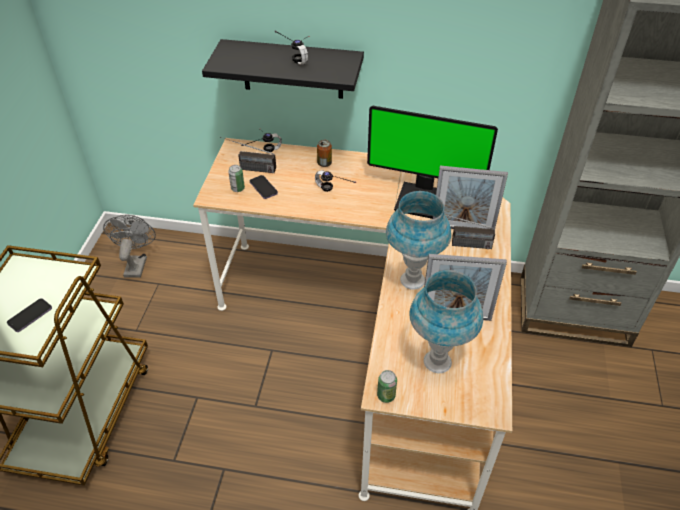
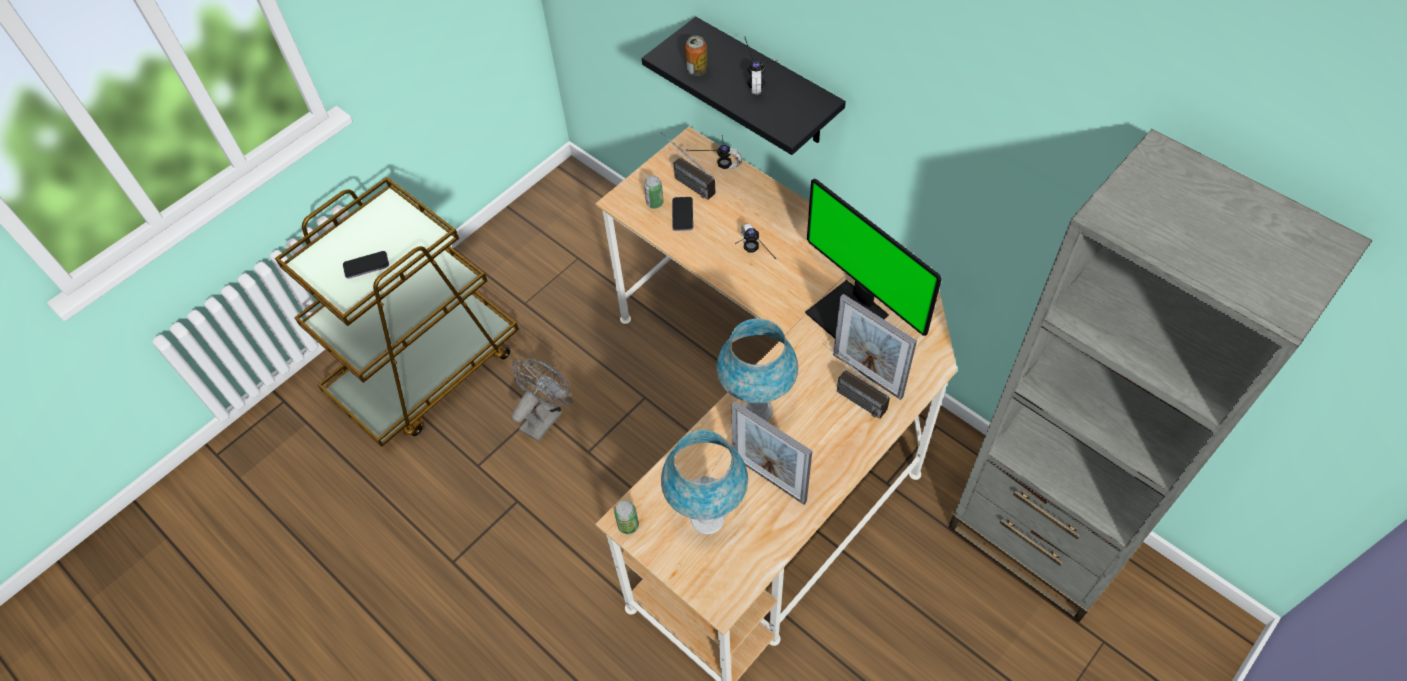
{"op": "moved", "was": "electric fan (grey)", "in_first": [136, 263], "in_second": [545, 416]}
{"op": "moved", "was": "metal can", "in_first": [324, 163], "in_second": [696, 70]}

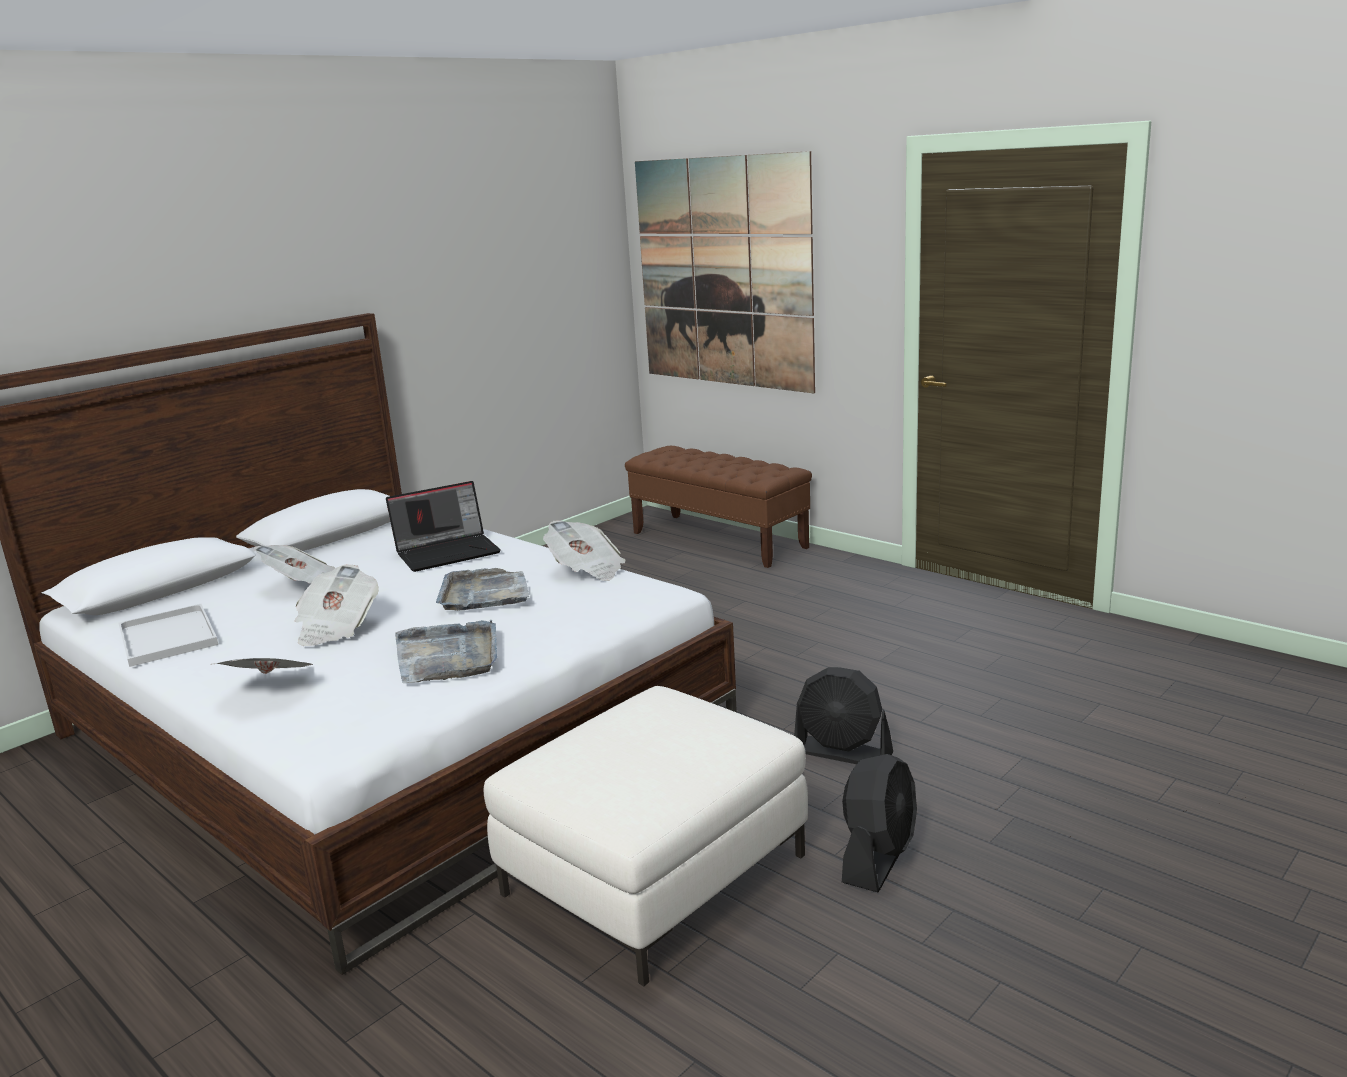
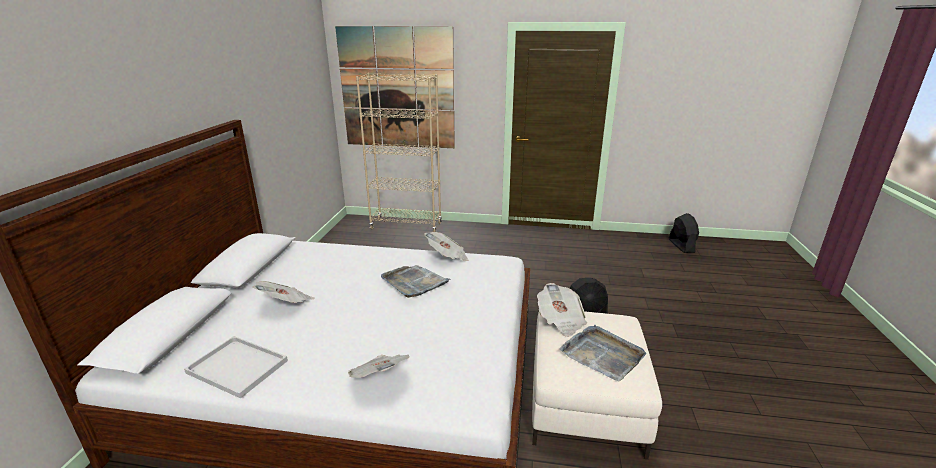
{"op": "removed", "was": "notebook computer", "in_first": [448, 552]}
{"op": "moved", "was": "daily paper", "in_first": [336, 628], "in_second": [560, 321]}
{"op": "moved", "was": "serving tray (grey)", "in_first": [448, 656], "in_second": [602, 354]}
{"op": "moved", "was": "electric fan (blackish)", "in_first": [878, 857], "in_second": [681, 245]}
{"op": "replaced", "was": "bench (brownish)", "now": "shelving unit (beige)", "in_first": [719, 540], "in_second": [406, 226]}

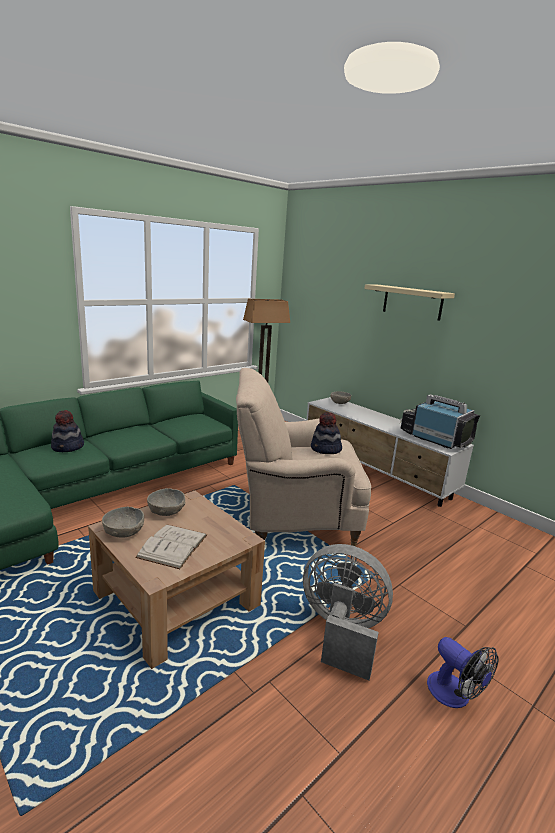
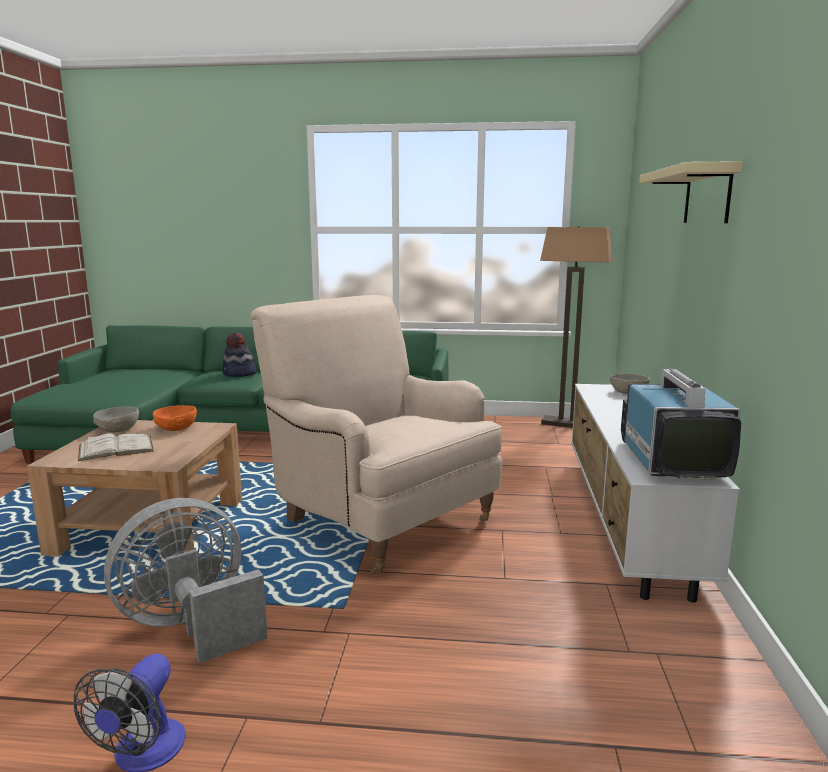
{"op": "removed", "was": "hat", "in_first": [325, 449]}
{"op": "recoloured", "was": "bowl (grey)", "now": "bowl (orange)", "in_first": [166, 511], "in_second": [175, 428]}
{"op": "turned", "was": "electric fan (grey)", "in_first": [341, 632], "in_second": [191, 626], "clockwise": -105}

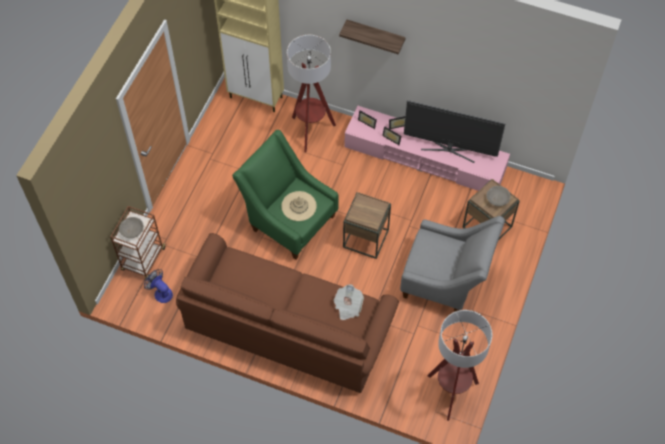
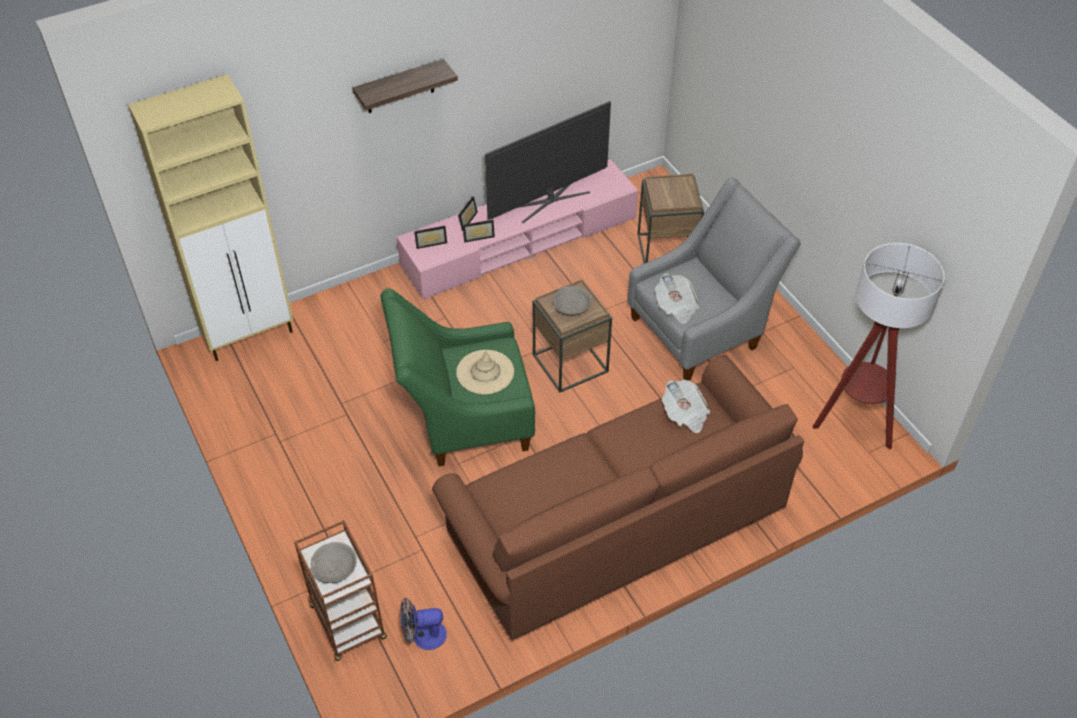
{"op": "removed", "was": "standard lamp", "in_first": [311, 131]}
{"op": "added", "now": "daily paper", "in_second": [676, 307]}
{"op": "moved", "was": "bowl (grey)", "in_first": [497, 199], "in_second": [571, 307]}

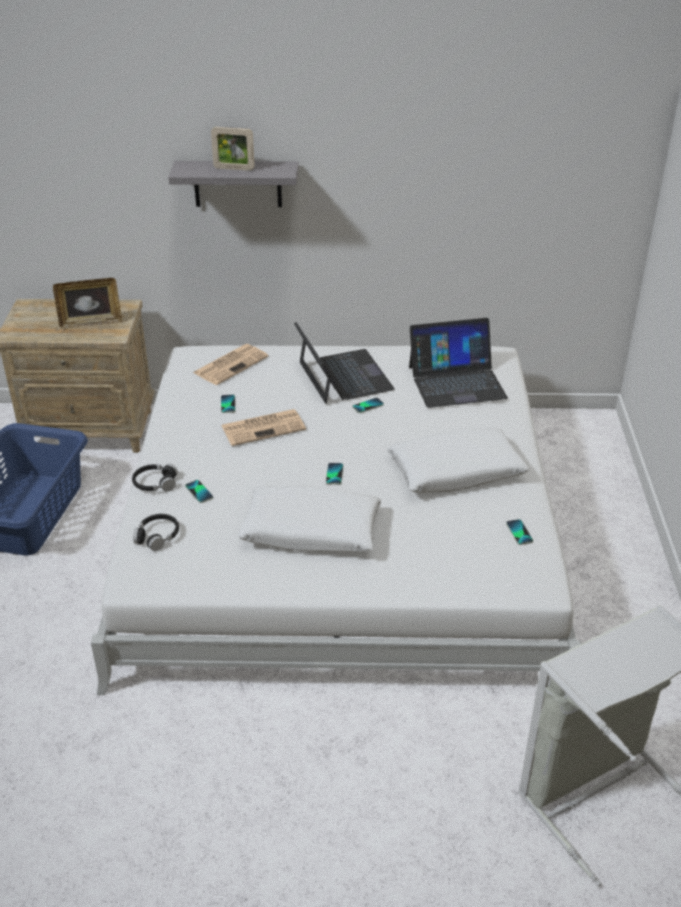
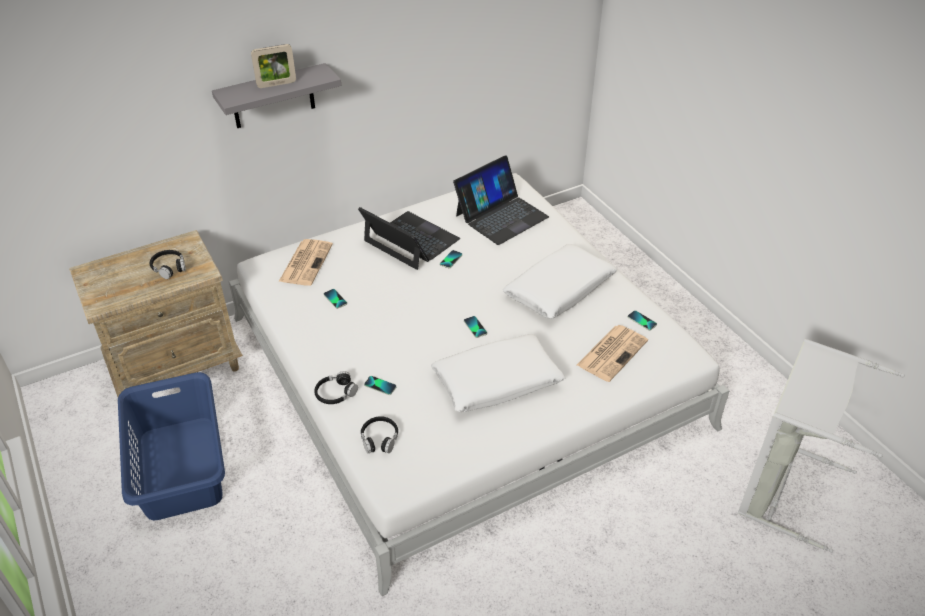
{"op": "moved", "was": "daily paper", "in_first": [264, 427], "in_second": [612, 352]}
{"op": "replaced", "was": "photo frame", "now": "headset (blackish)", "in_first": [91, 323], "in_second": [169, 267]}

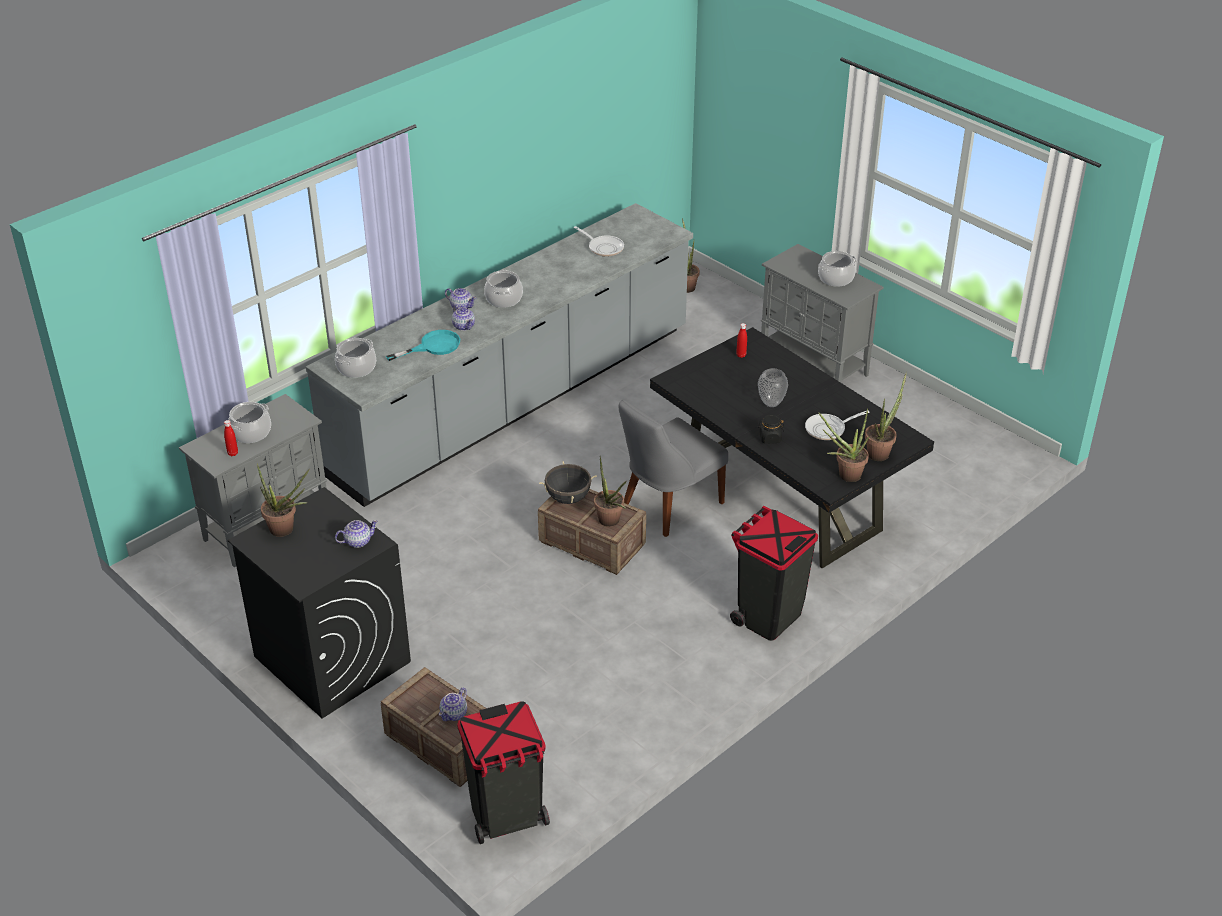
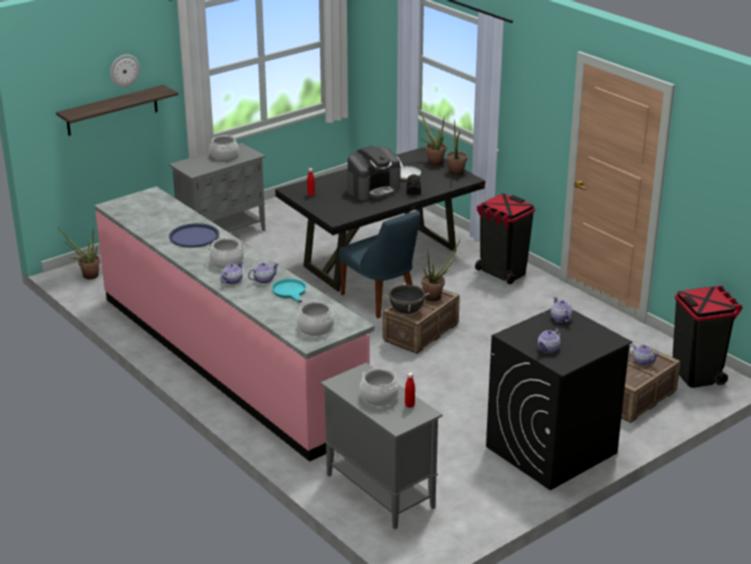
{"op": "removed", "was": "frying pan", "in_first": [603, 247]}
{"op": "added", "now": "bracket shelf", "in_second": [112, 110]}
{"op": "added", "now": "clock on the wall", "in_second": [124, 70]}
{"op": "added", "now": "serving tray (bluish)", "in_second": [194, 236]}
{"op": "replaced", "was": "houseplant", "now": "tea pot", "in_first": [286, 530], "in_second": [548, 349]}
{"op": "replaced", "was": "vase", "now": "coffee brewer", "in_first": [772, 403], "in_second": [373, 189]}
{"op": "recoloured", "was": "kitchen counter (grey)", "now": "kitchen counter (pinkish)", "in_first": [515, 402], "in_second": [228, 360]}
{"op": "recoloured", "was": "plain chair (grey)", "now": "plain chair (bluish)", "in_first": [668, 505], "in_second": [381, 300]}

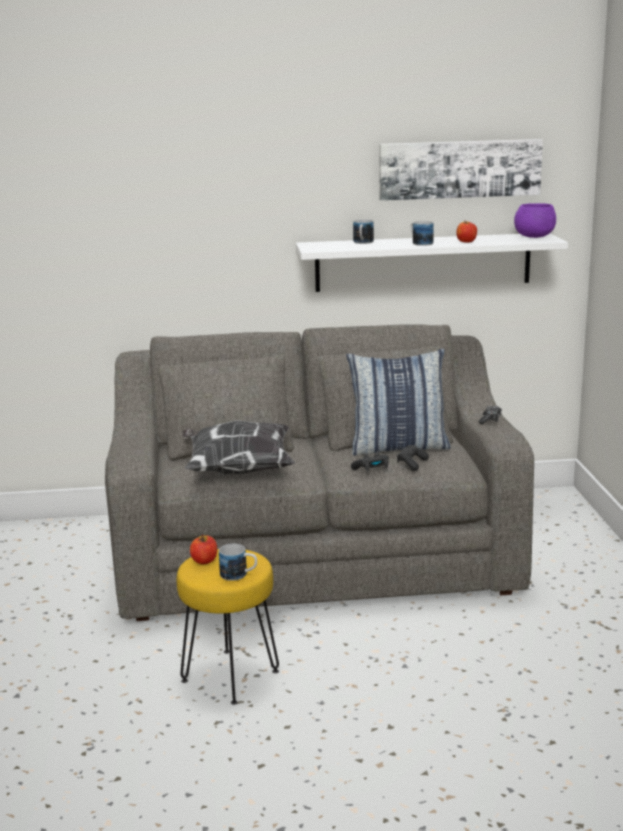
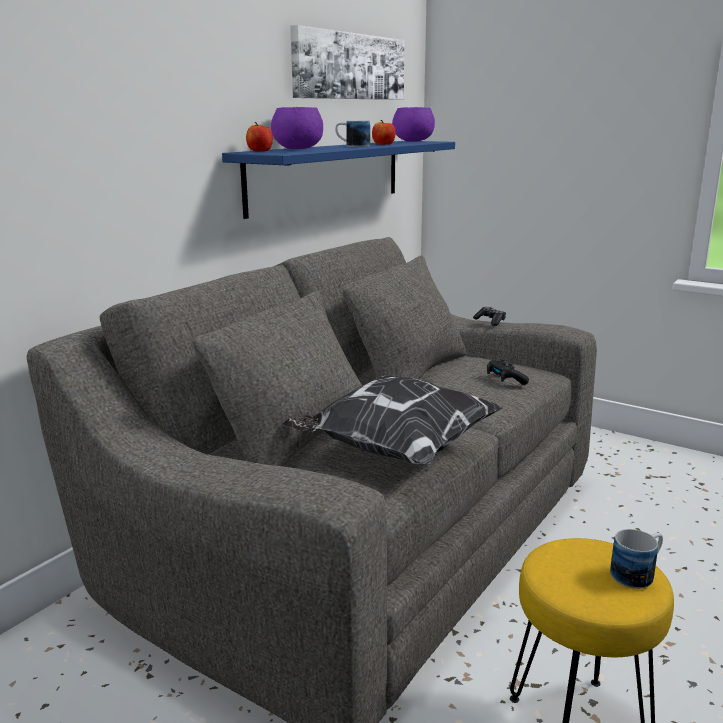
{"op": "removed", "was": "cushion", "in_first": [398, 447]}
{"op": "removed", "was": "gamepad (blackish)", "in_first": [372, 469]}
{"op": "moved", "was": "apple", "in_first": [204, 561], "in_second": [260, 151]}
{"op": "replaced", "was": "mug", "now": "bowl (purple-coloured)", "in_first": [362, 243], "in_second": [298, 149]}
{"op": "recoloured", "was": "bracket shelf (white)", "now": "bracket shelf (bluish)", "in_first": [423, 262], "in_second": [327, 175]}

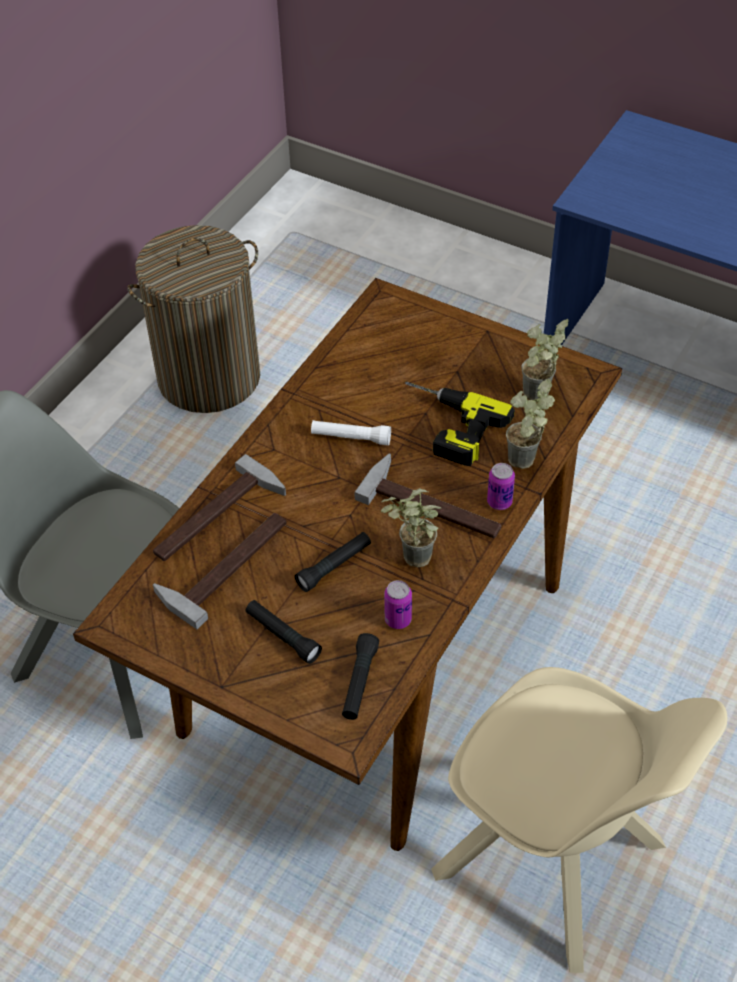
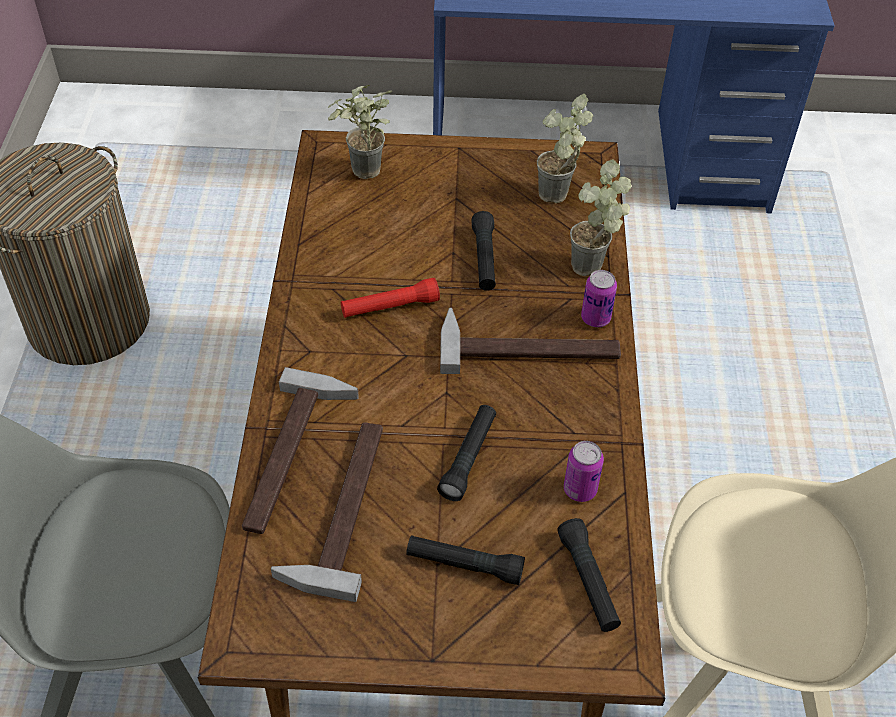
{"op": "moved", "was": "houseplant", "in_first": [410, 561], "in_second": [361, 175]}
{"op": "replaced", "was": "power drill", "now": "flashlight (blackish)", "in_first": [445, 426], "in_second": [484, 259]}
{"op": "recoloured", "was": "flashlight (white)", "now": "flashlight (red-coloured)", "in_first": [351, 438], "in_second": [390, 307]}

